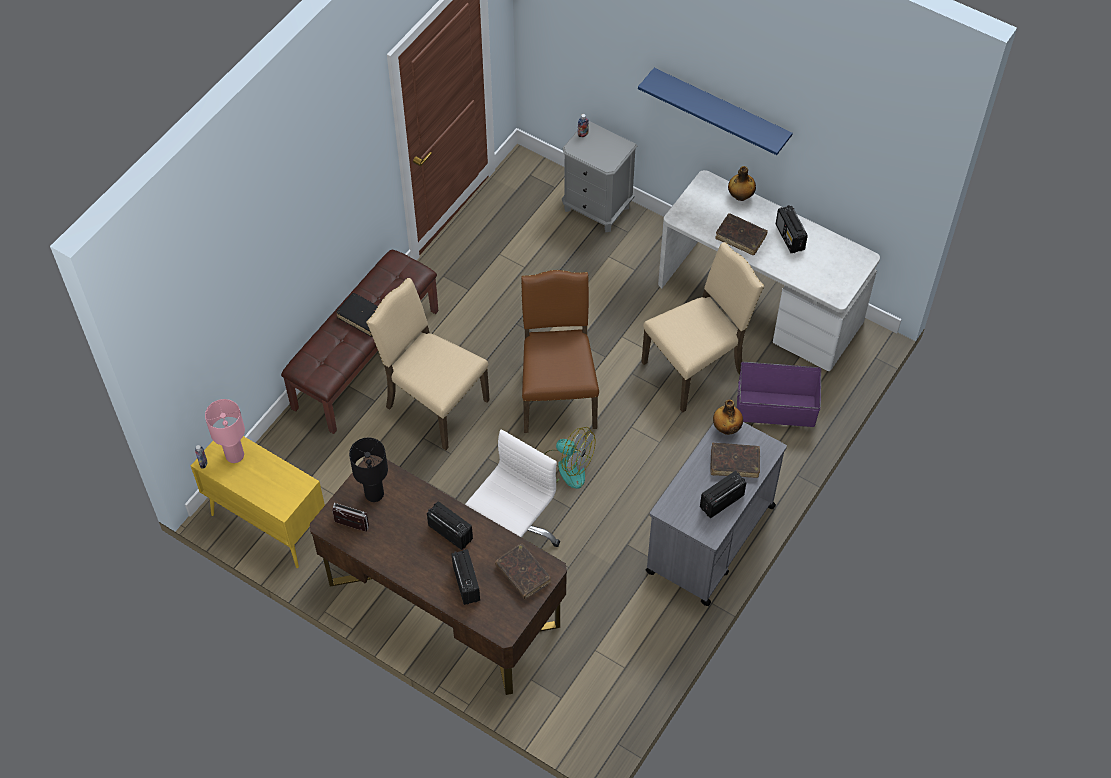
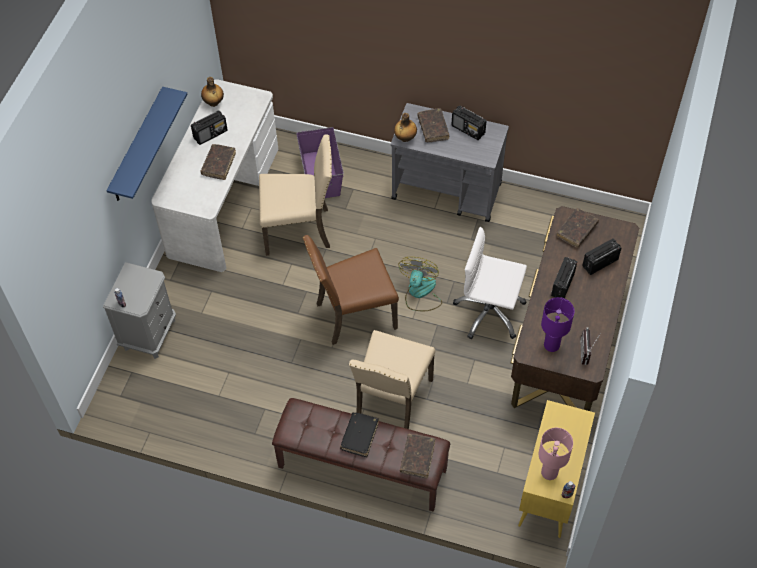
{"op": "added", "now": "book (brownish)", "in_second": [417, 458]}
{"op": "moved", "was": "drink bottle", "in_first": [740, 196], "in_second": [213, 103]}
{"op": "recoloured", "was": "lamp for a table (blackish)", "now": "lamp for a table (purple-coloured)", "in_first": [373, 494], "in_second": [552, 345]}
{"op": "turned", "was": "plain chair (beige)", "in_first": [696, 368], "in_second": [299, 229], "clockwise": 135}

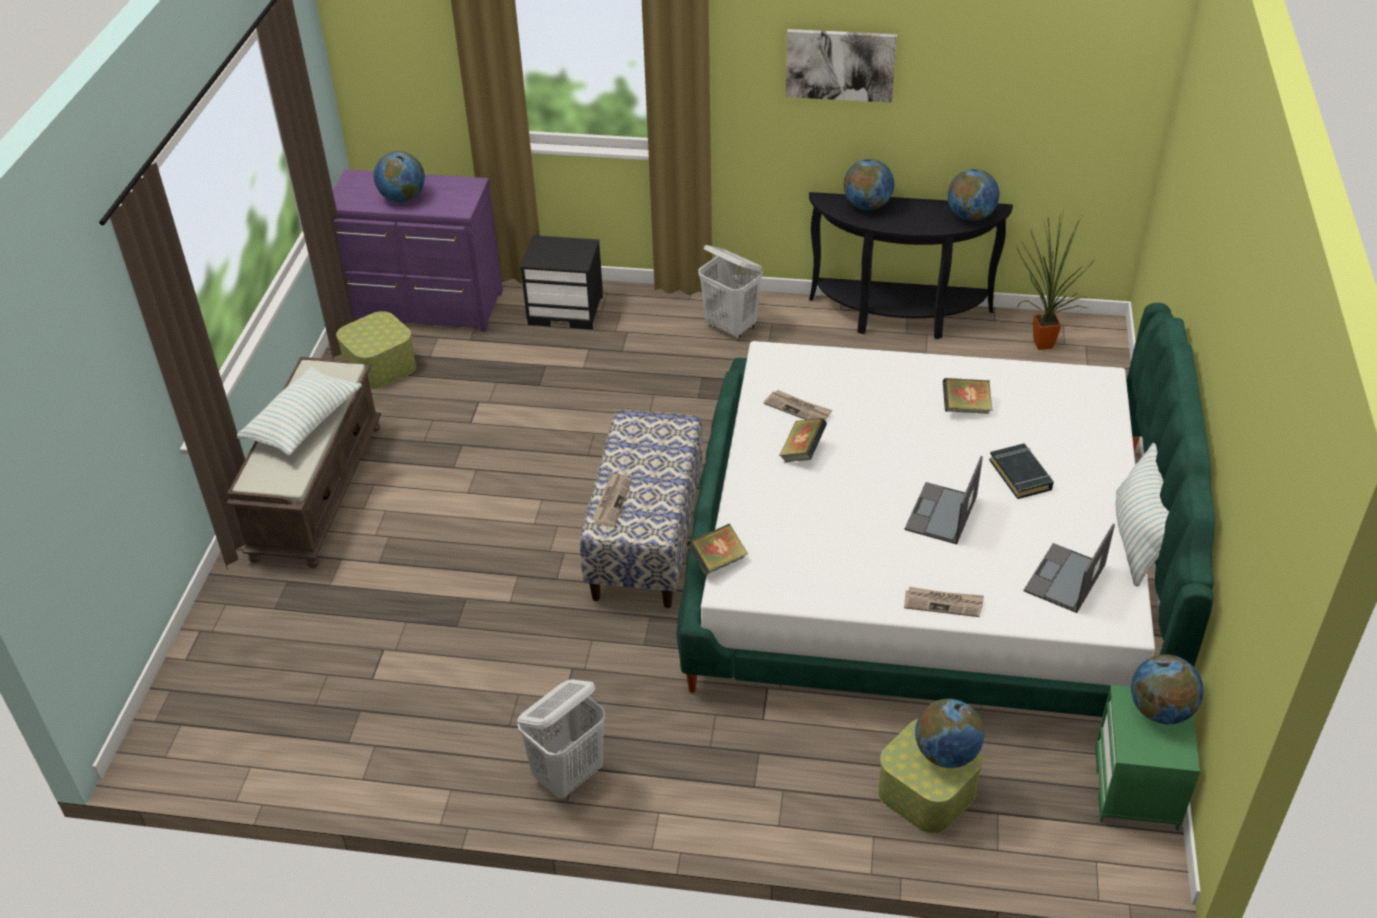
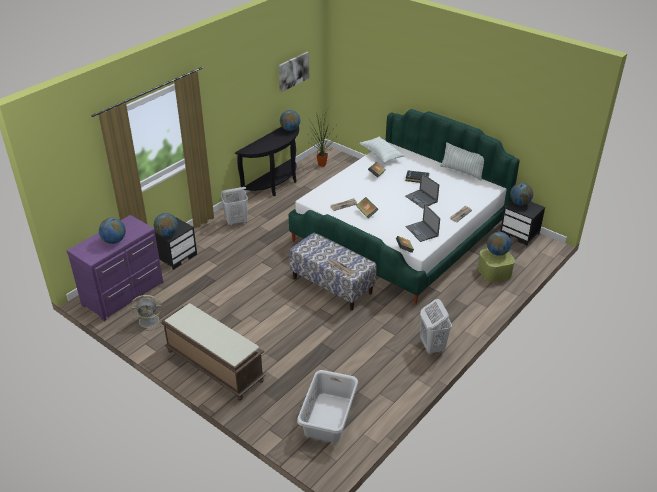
{"op": "added", "now": "laundry basket (grey)", "in_second": [327, 417]}
{"op": "moved", "was": "cushion", "in_first": [303, 423], "in_second": [381, 155]}
{"op": "moved", "was": "wall art", "in_first": [840, 64], "in_second": [293, 71]}
{"op": "moved", "was": "world globe", "in_first": [867, 206], "in_second": [167, 234]}
{"op": "moved", "was": "notebook computer", "in_first": [1064, 579], "in_second": [422, 231]}
{"op": "replaced", "was": "storage bin", "now": "electric fan (grey)", "in_first": [380, 366], "in_second": [150, 320]}
{"op": "recoloured", "was": "nightstand (greenish)", "now": "nightstand (blackish)", "in_first": [1137, 789], "in_second": [520, 234]}

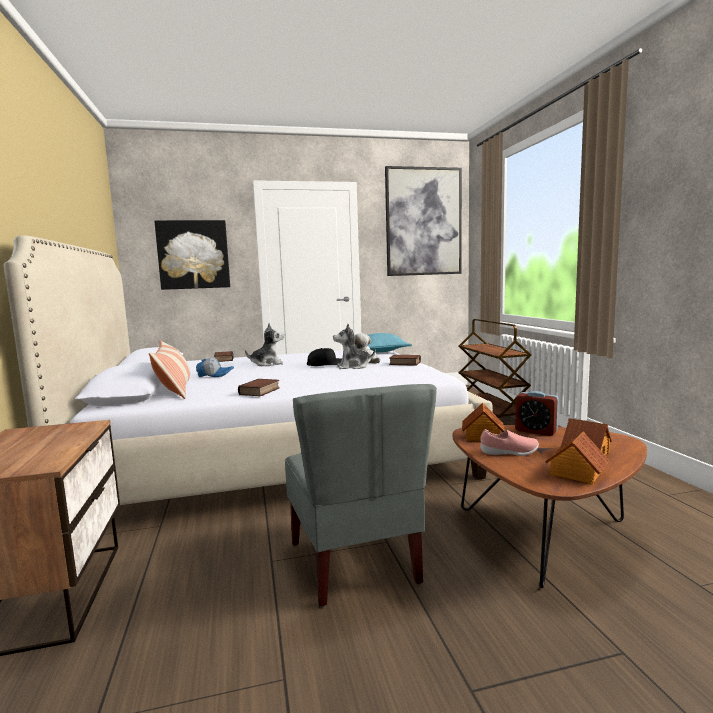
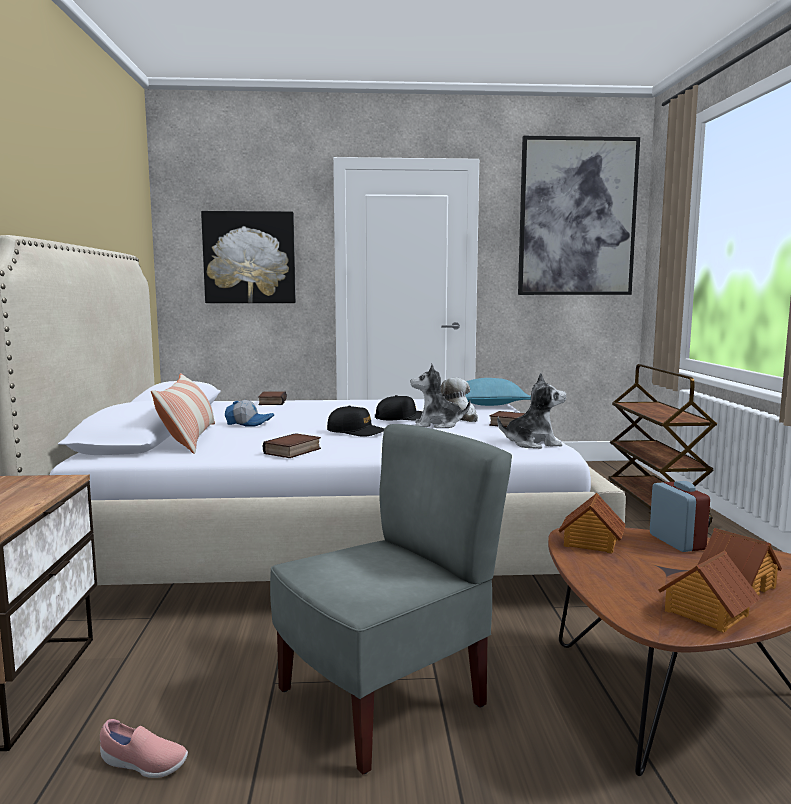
{"op": "added", "now": "baseball cap (blackish)", "in_second": [356, 432]}
{"op": "moved", "was": "plush toy", "in_first": [267, 364], "in_second": [532, 444]}
{"op": "moved", "was": "item of footwear (pinkish)", "in_first": [509, 453], "in_second": [143, 765]}
{"op": "turned", "was": "plain chair (grey)", "in_first": [356, 562], "in_second": [384, 700], "clockwise": -120}
{"op": "turned", "was": "bedside clock", "in_first": [536, 431], "in_second": [676, 542], "clockwise": -150}

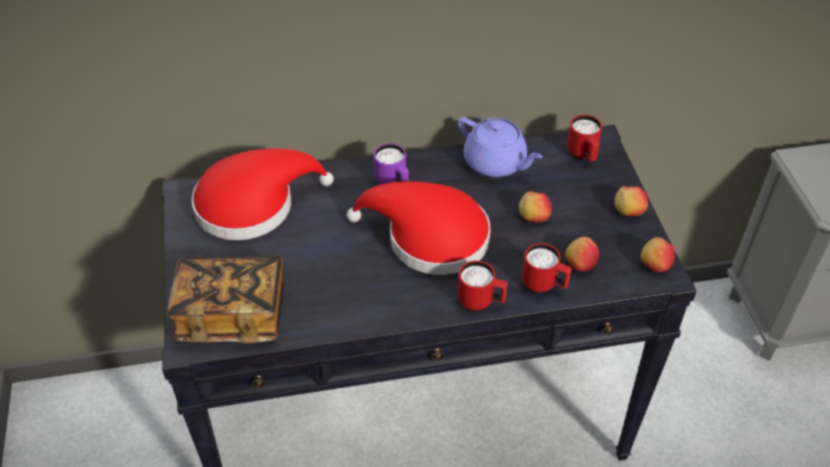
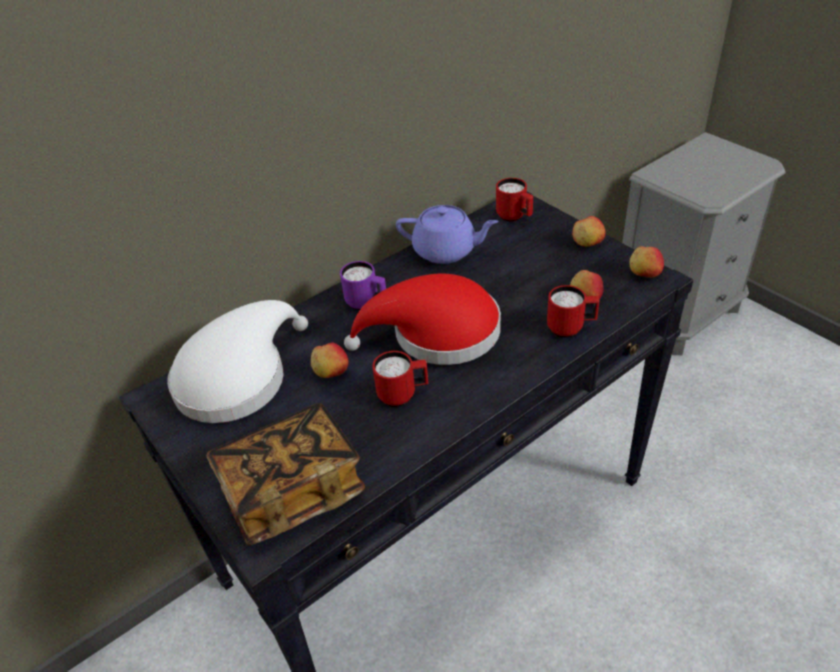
{"op": "moved", "was": "mug (red-coloured)", "in_first": [481, 302], "in_second": [403, 395]}
{"op": "moved", "was": "apple", "in_first": [533, 216], "in_second": [331, 371]}
{"op": "recoloured", "was": "hat (red-coloured)", "now": "hat (white)", "in_first": [253, 204], "in_second": [237, 377]}

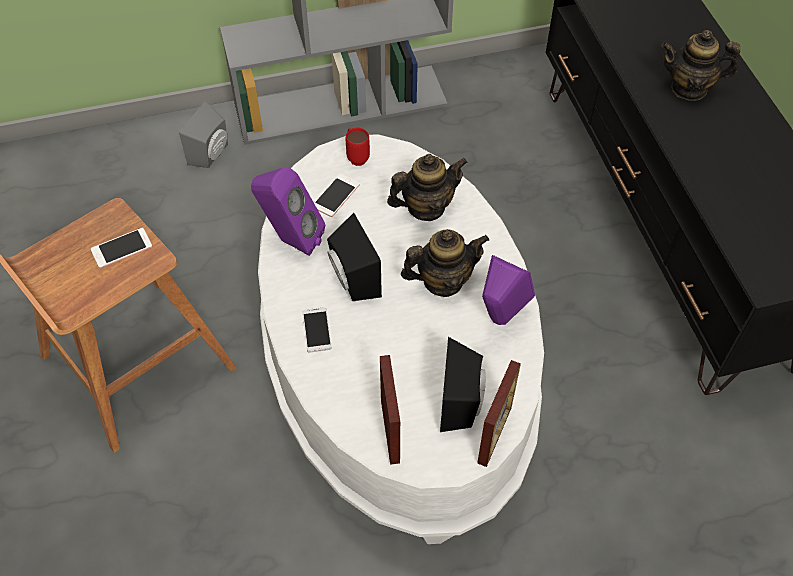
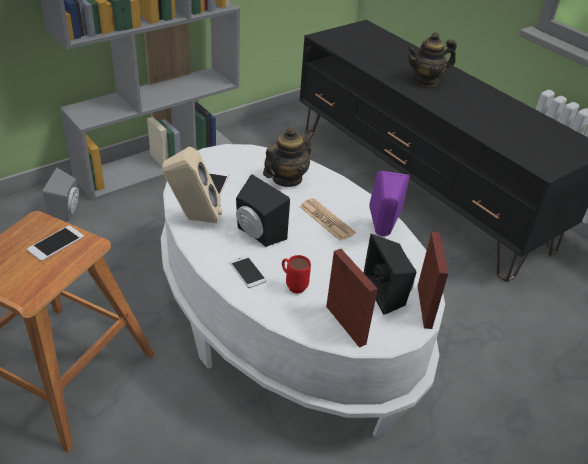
{"op": "moved", "was": "mug (red-coloured)", "in_first": [356, 157], "in_second": [293, 285]}
{"op": "replaced", "was": "tea pot", "now": "daily paper", "in_first": [443, 281], "in_second": [326, 220]}
{"op": "recoloured", "was": "loudspeaker (purple-coloured)", "now": "loudspeaker (beige)", "in_first": [291, 240], "in_second": [194, 219]}

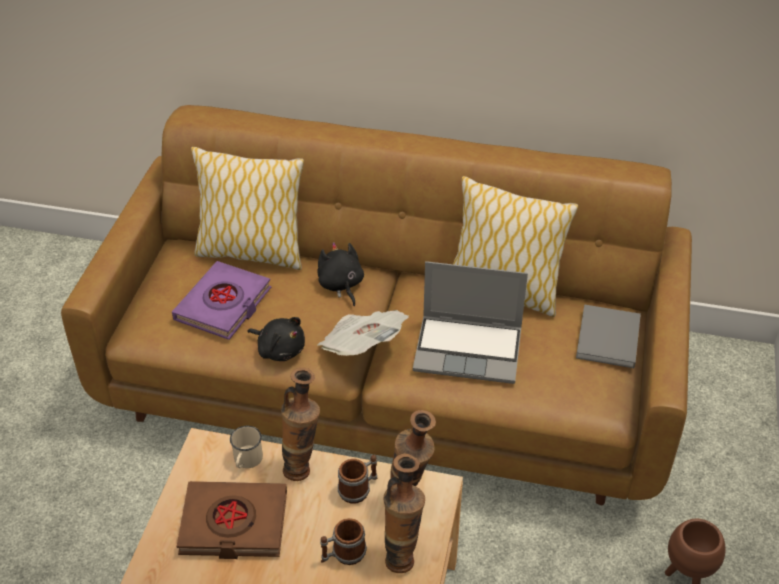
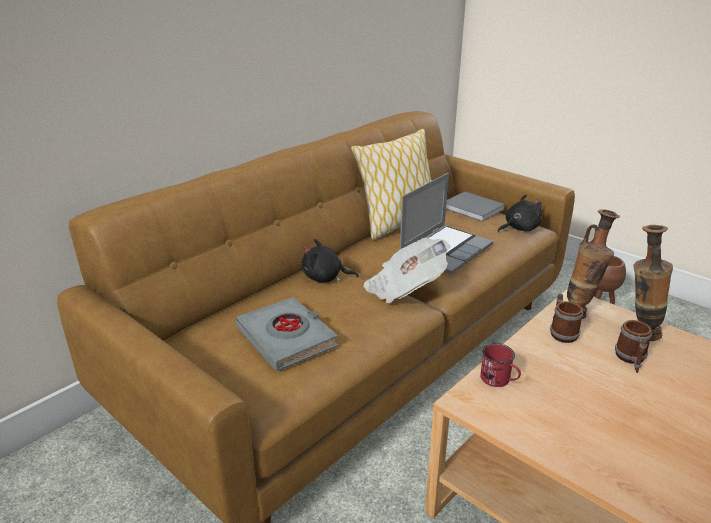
{"op": "removed", "was": "book (brownish)", "in_first": [233, 524]}
{"op": "removed", "was": "cushion", "in_first": [251, 252]}
{"op": "removed", "was": "vase", "in_first": [302, 466]}
{"op": "moved", "was": "plush toy (blackish)", "in_first": [279, 349], "in_second": [519, 228]}
{"op": "recoloured", "was": "book (purple-coloured)", "now": "book (grey)", "in_first": [223, 305], "in_second": [286, 338]}
{"op": "recoloured", "was": "mug (beige)", "now": "mug (red-coloured)", "in_first": [246, 461], "in_second": [499, 380]}

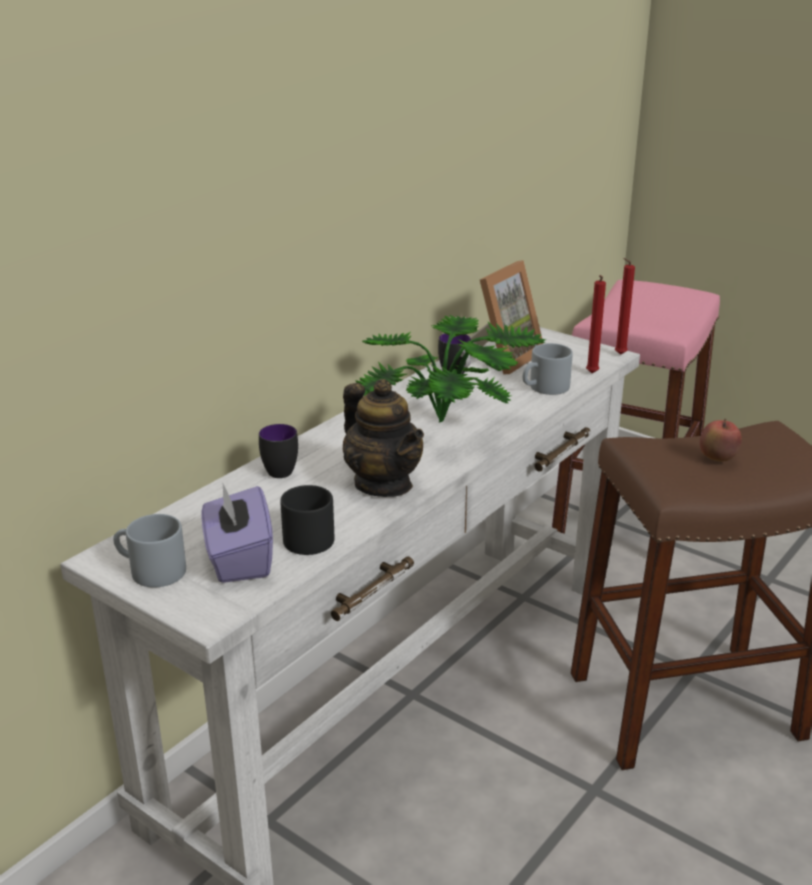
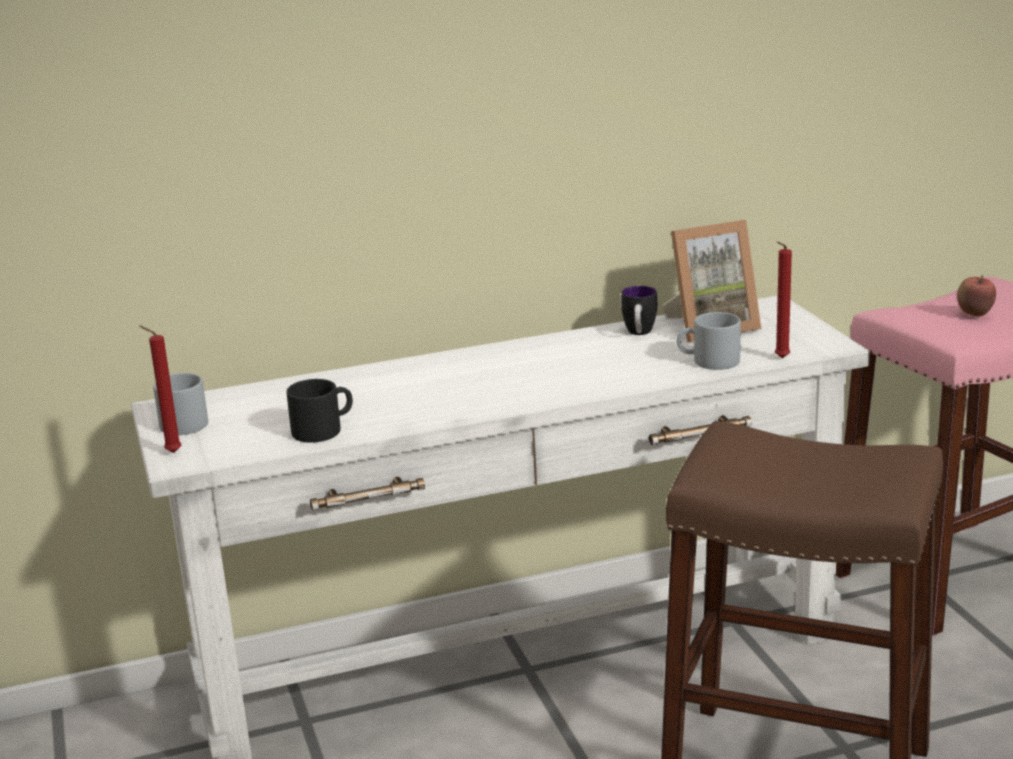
{"op": "removed", "was": "box of tissues (purple-coloured)", "in_first": [239, 559]}
{"op": "removed", "was": "mug", "in_first": [282, 468]}
{"op": "removed", "was": "tea pot", "in_first": [383, 484]}
{"op": "removed", "was": "houseplant", "in_first": [446, 426]}
{"op": "moved", "was": "candle (red-coloured)", "in_first": [619, 355], "in_second": [171, 453]}
{"op": "moved", "was": "apple", "in_first": [717, 459], "in_second": [974, 315]}

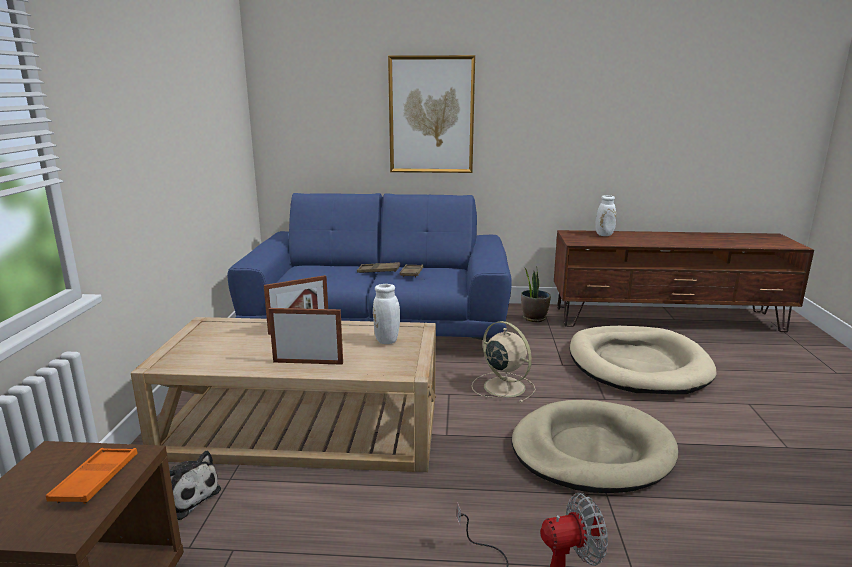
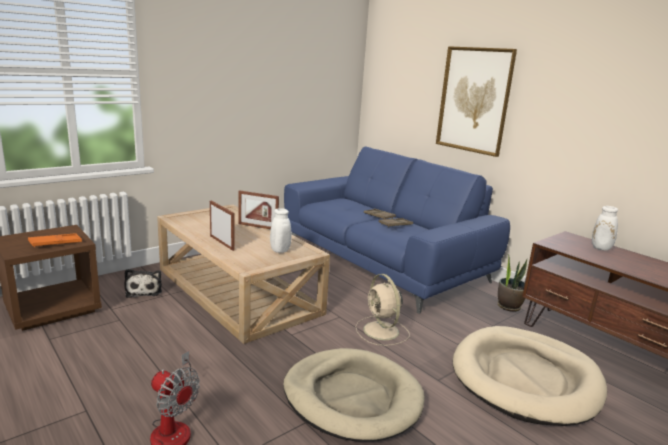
{"op": "turned", "was": "electric fan (beige)", "in_first": [502, 386], "in_second": [382, 331], "clockwise": 150}

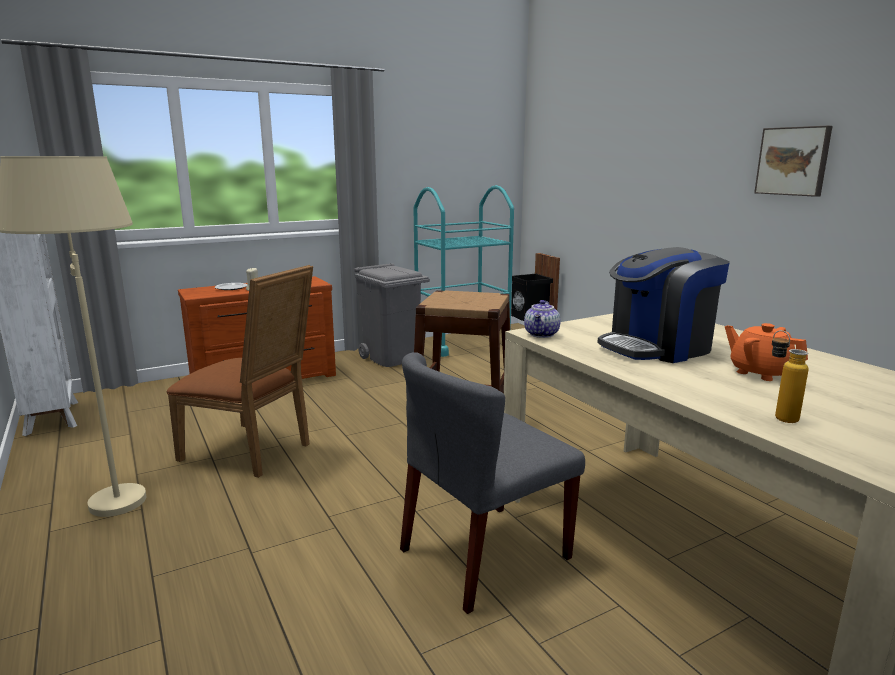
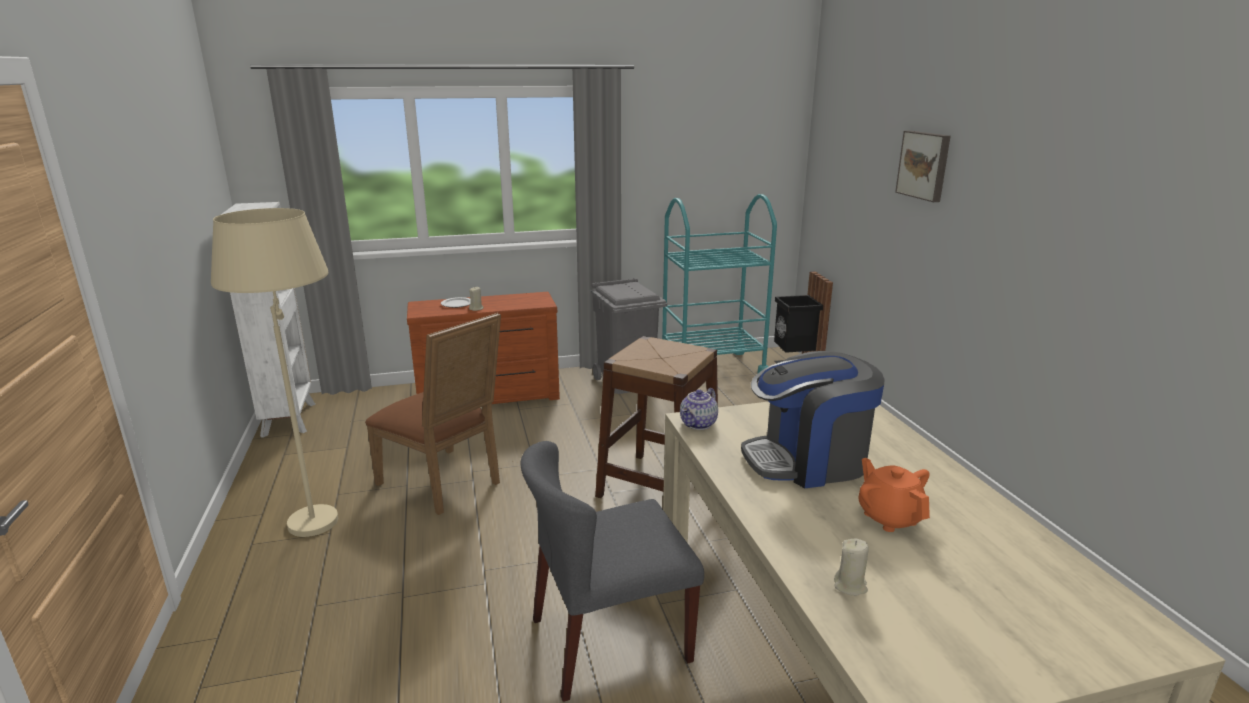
{"op": "moved", "was": "wall art", "in_first": [793, 161], "in_second": [924, 165]}
{"op": "replaced", "was": "drink bottle", "now": "candle (beige)", "in_first": [778, 416], "in_second": [850, 586]}

